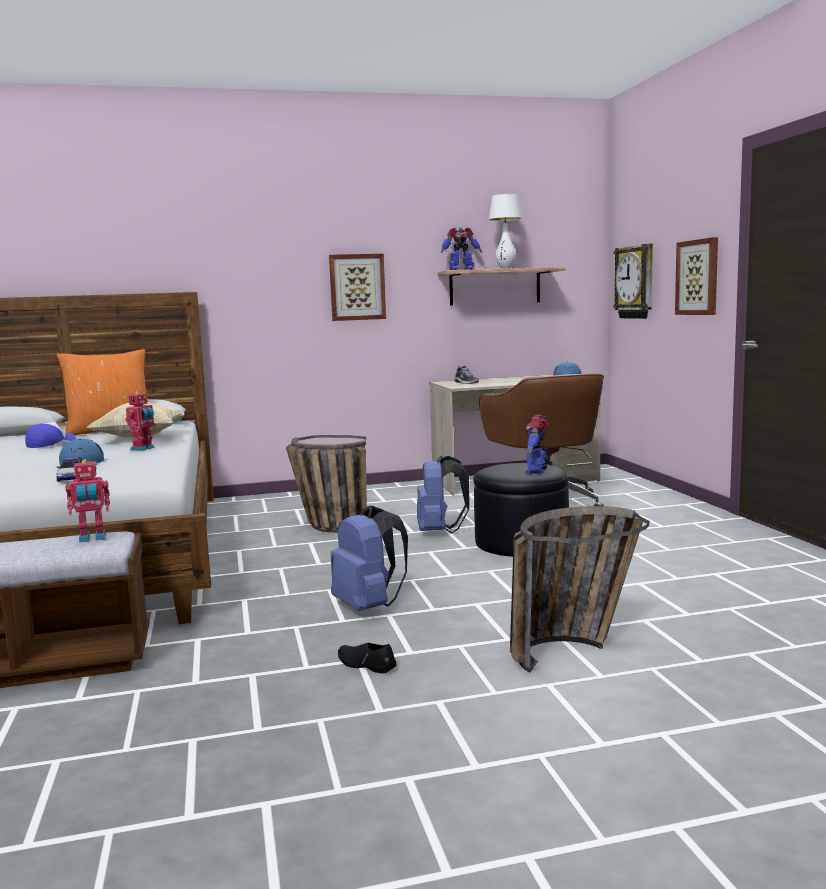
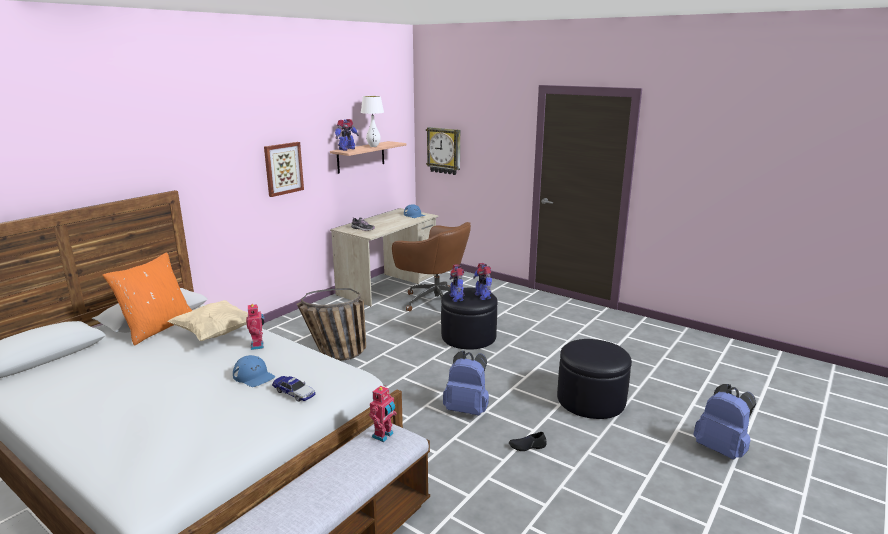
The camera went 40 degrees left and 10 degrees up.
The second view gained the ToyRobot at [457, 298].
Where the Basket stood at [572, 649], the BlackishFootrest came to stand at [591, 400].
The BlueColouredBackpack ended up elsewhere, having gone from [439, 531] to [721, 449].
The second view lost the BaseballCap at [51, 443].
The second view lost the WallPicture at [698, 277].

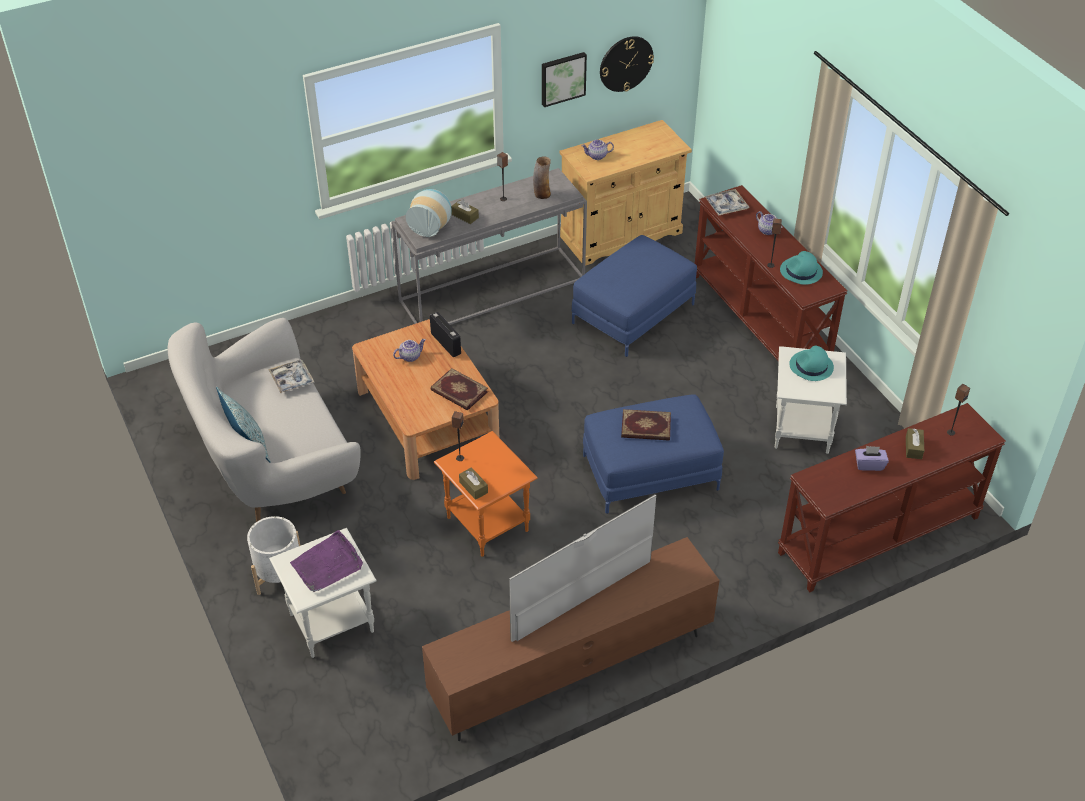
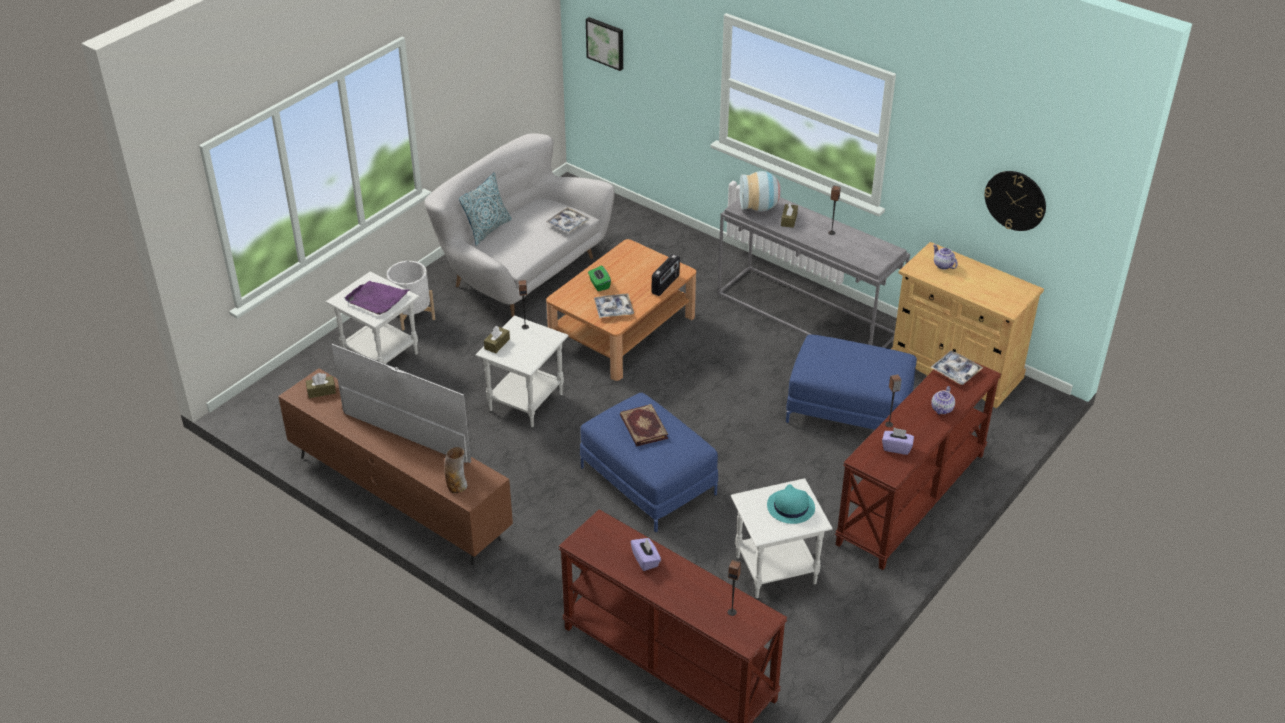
The camera went 65 degrees right and 5 degrees down.
The BrownishBoxOfTissues ended up elsewhere, having gone from [913, 448] to [321, 391].
The Vase ended up elsewhere, having gone from [542, 194] to [457, 486].
What was the OrangeyAccentTable at [487, 523] turned into the WhitishAccentTable at [526, 401].
The WallPicture ended up elsewhere, having gone from [562, 78] to [606, 43].
The second view gained the GreenishBoxOfTissues at [599, 285].
Where the Book stood at [458, 392], the CarryingTray came to stand at [613, 309].
Where the TurquoiseWearableHat stood at [801, 272], the PurpleColouredBoxOfTissues came to stand at [896, 448].
The second view lost the Teapot at [410, 356].

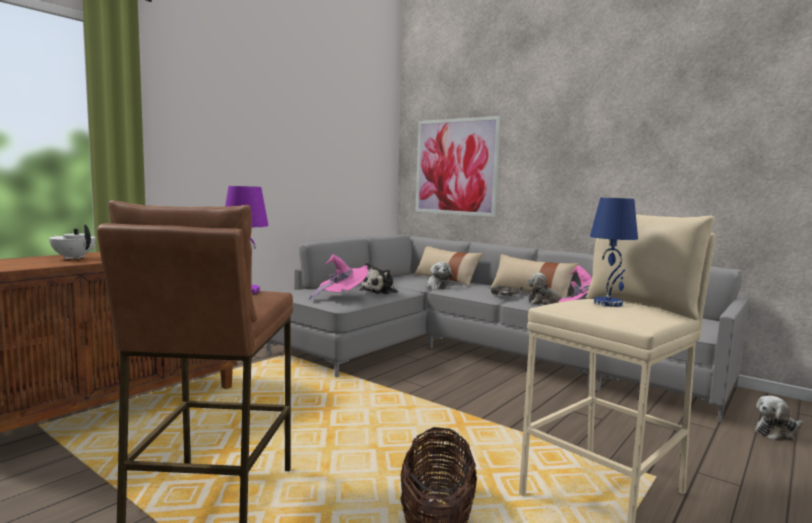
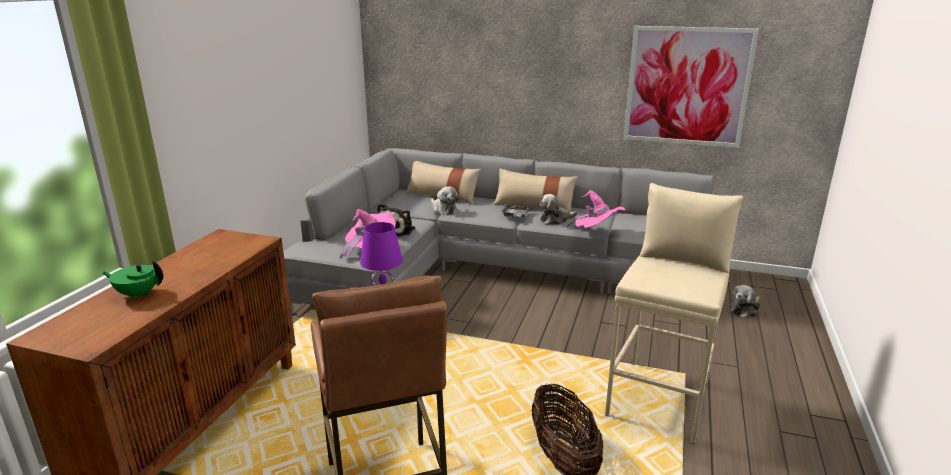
The camera went 20 degrees left and 15 degrees up.
What was the WhitishTeapot at [73, 258] turned into the GreenishTeapot at [138, 294].
The WallPicture ended up elsewhere, having gone from [456, 167] to [687, 86].
The second view lost the BlueColouredTableLamp at [609, 303].

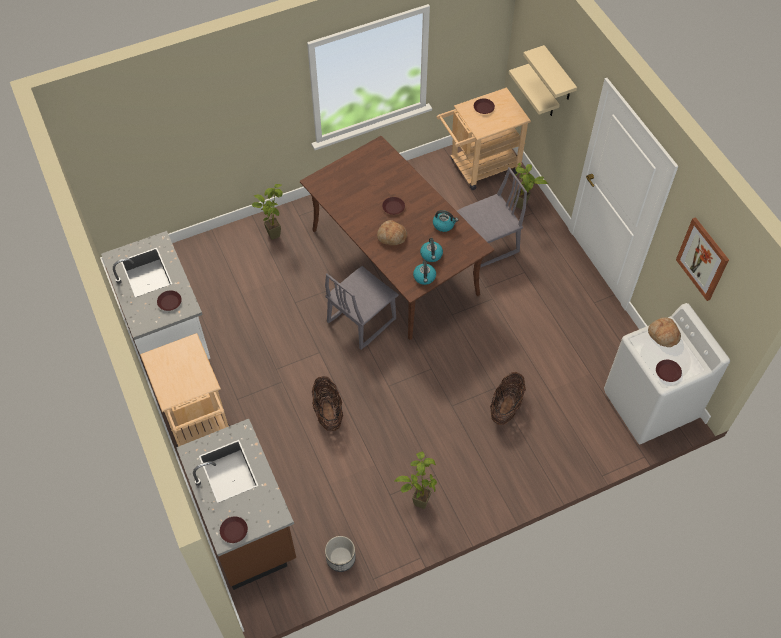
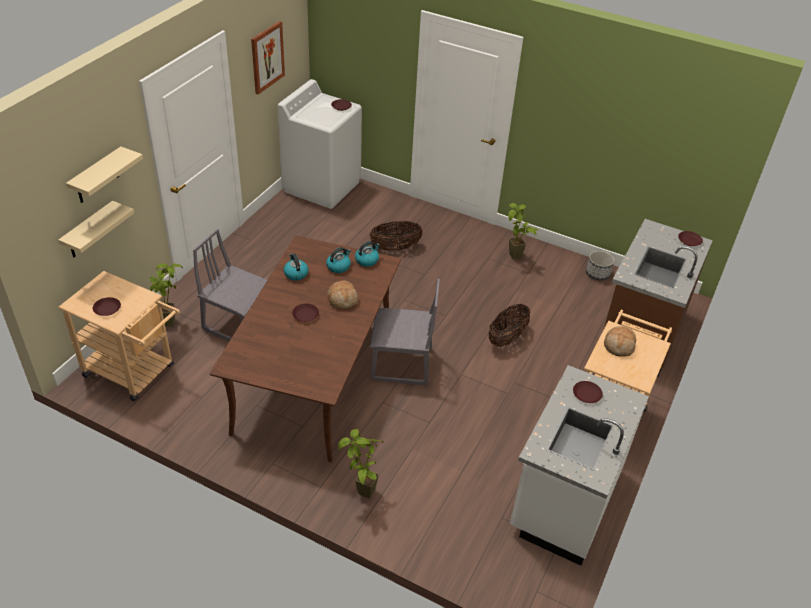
The camera went 130 degrees left and 15 degrees down.
The Bread ended up elsewhere, having gone from [663, 335] to [619, 346].

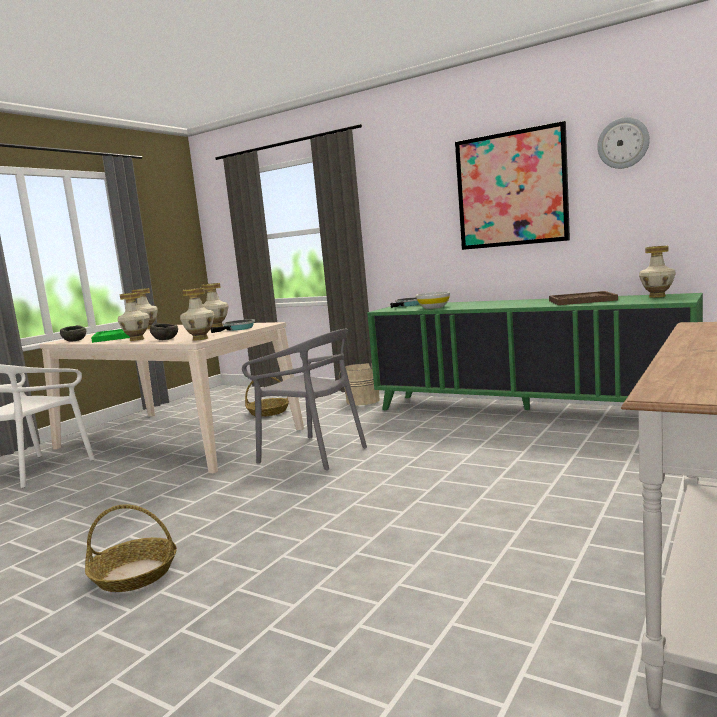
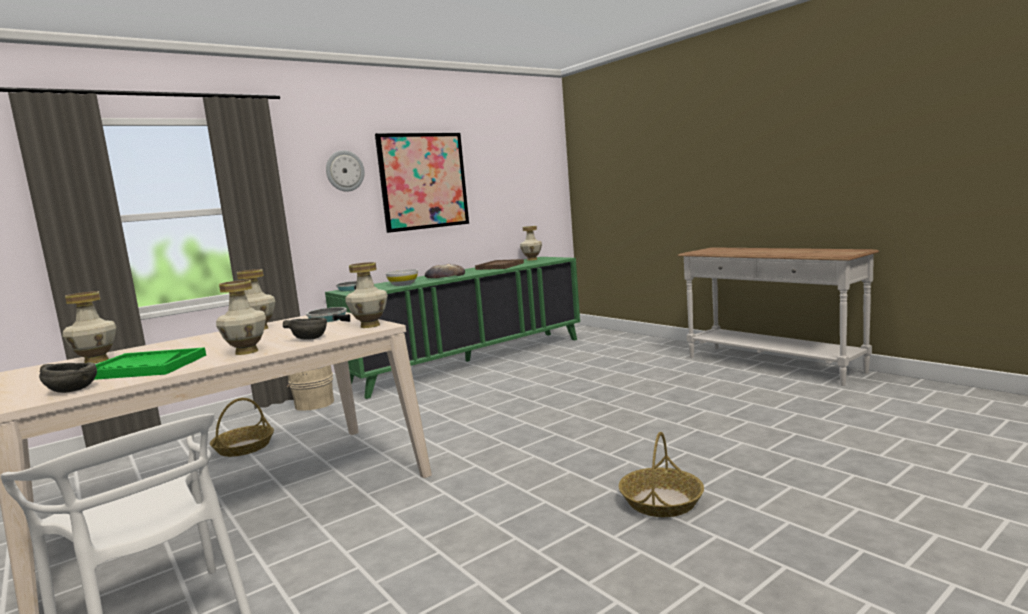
The camera went 70 degrees left and 0 degrees up.
The WallClock ended up elsewhere, having gone from [623, 143] to [344, 171].
The second view gained the Bread at [444, 276].
The second view lost the GreyishChair at [313, 453].

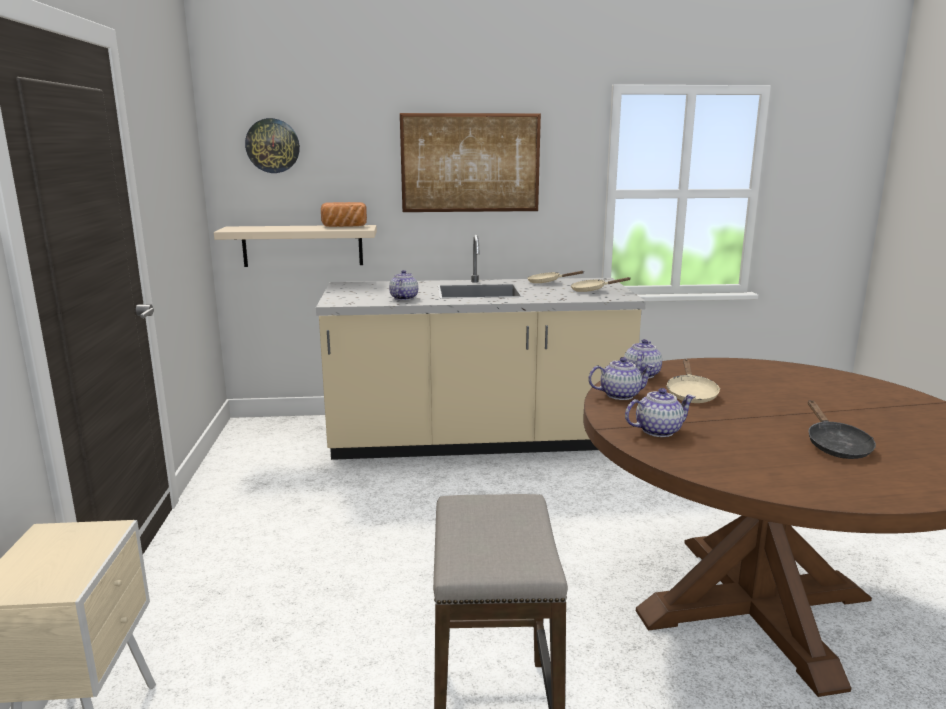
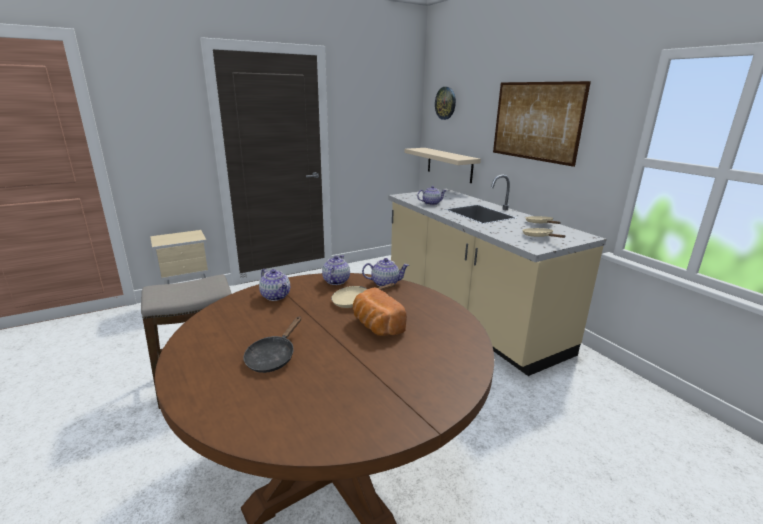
The camera went 65 degrees right and 5 degrees up.
The BlackishSkillet at [835, 446] ended up facing another way, 45 degrees counterclockwise from before.
The Teapot at [620, 395] ended up facing another way, 135 degrees counterclockwise from before.
The Bread ended up elsewhere, having gone from [344, 227] to [375, 326].

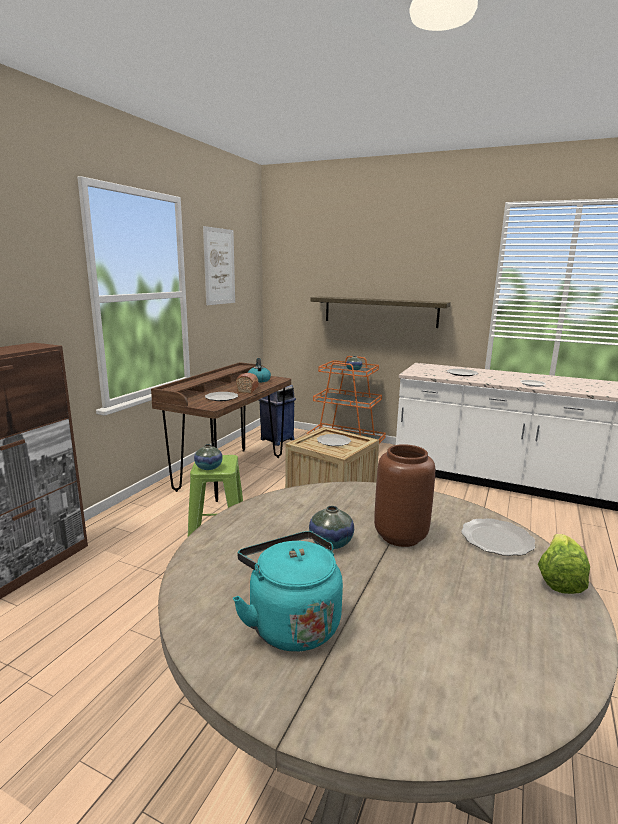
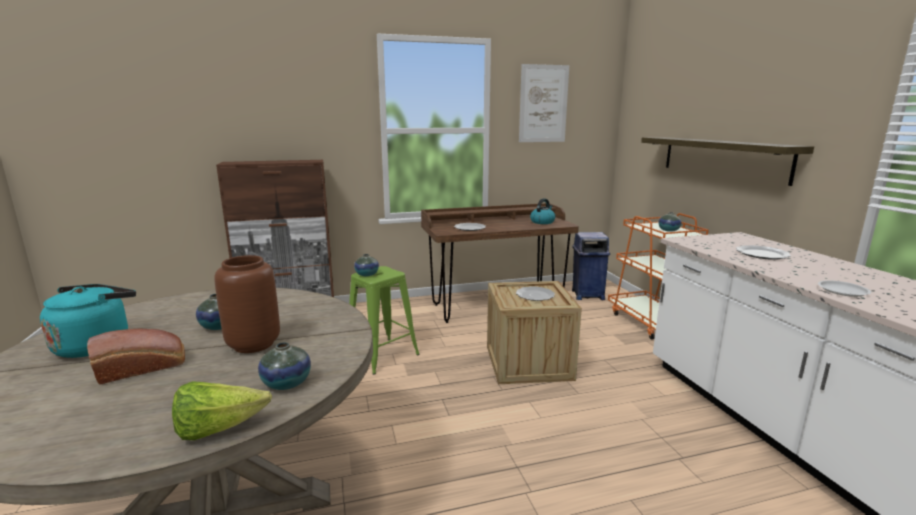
The camera went 50 degrees right and 0 degrees up.
The Bread ended up elsewhere, having gone from [248, 389] to [144, 367].
Where the DinnerPlate stood at [497, 539], the Vase came to stand at [286, 383].

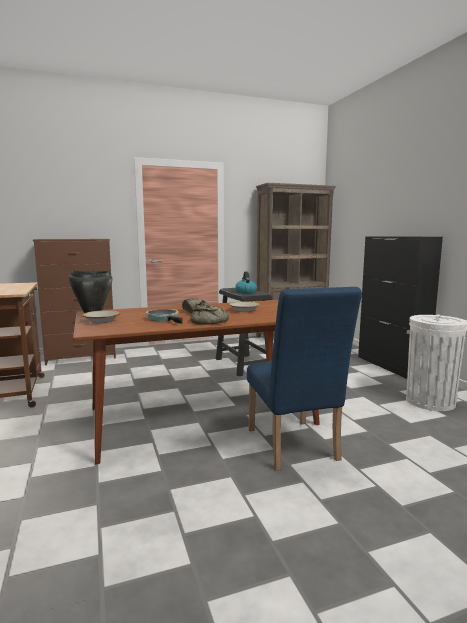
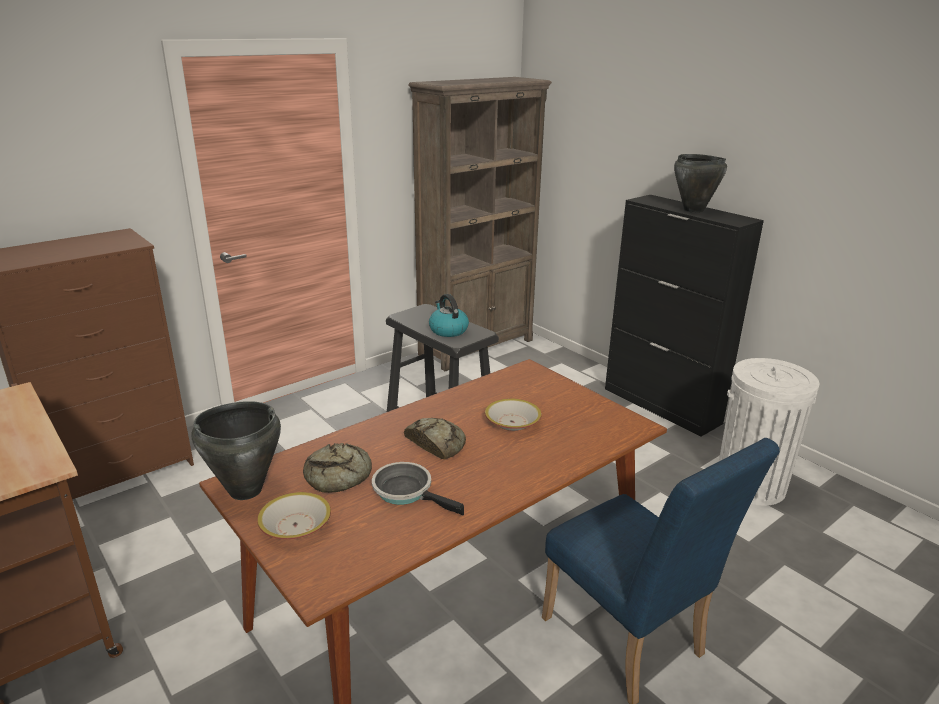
The camera went 20 degrees left and 15 degrees up.
The Bread ended up elsewhere, having gone from [209, 322] to [339, 476].
The second view gained the BlackishSaucepot at [693, 210].

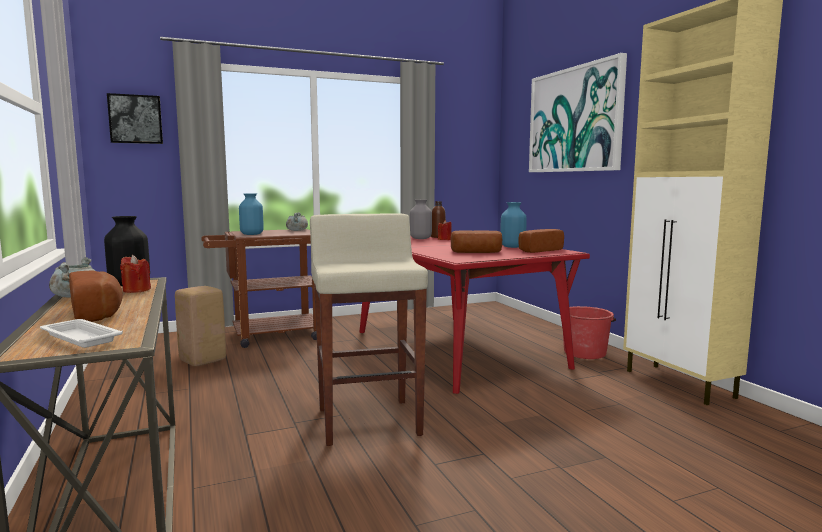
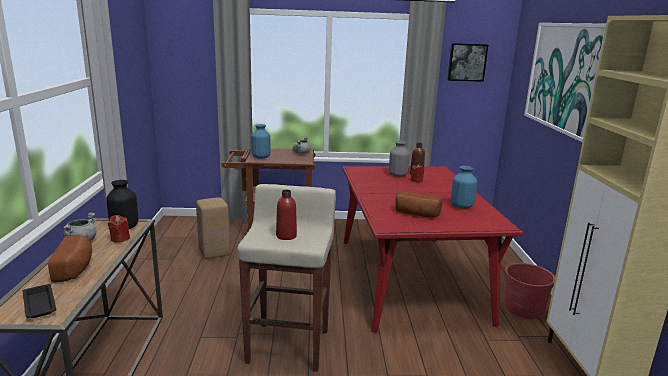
The camera went 20 degrees right and 10 degrees up.
What was the WhitishCarryingTray at [80, 338] turned into the BlackishCarryingTray at [39, 304].
The second view gained the RedColouredBeverageBottle at [286, 236].
The WallPicture ended up elsewhere, having gone from [135, 119] to [466, 62].
The second view lost the Bread at [538, 250].

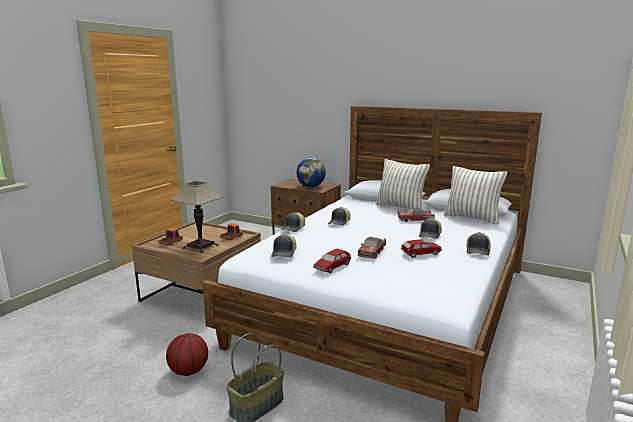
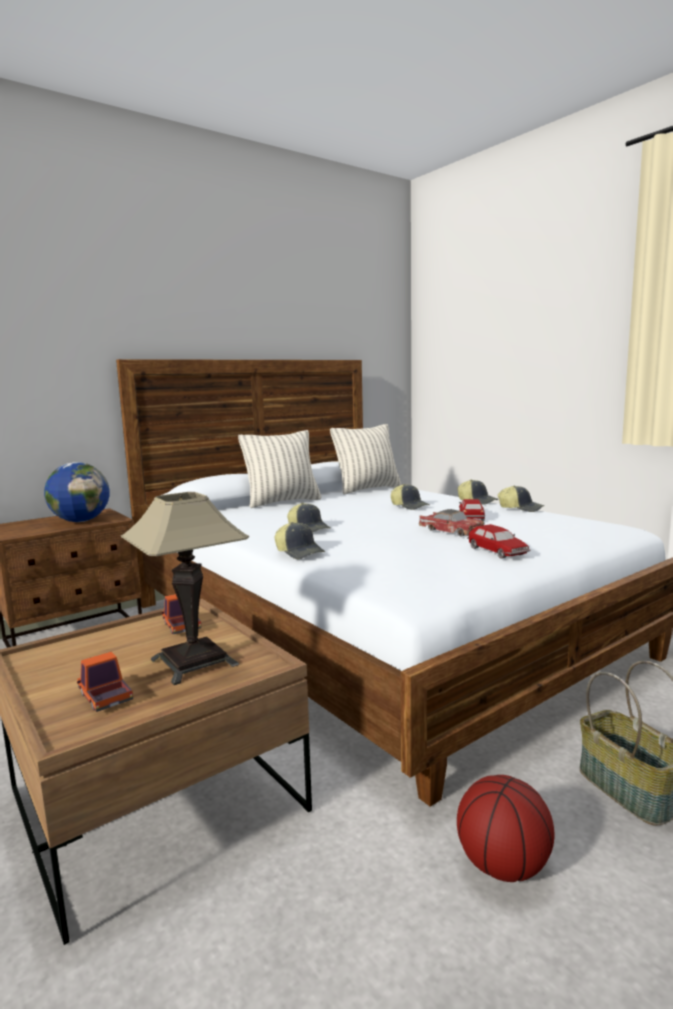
The camera went 65 degrees left and 5 degrees down.
The BaseballCap ended up elsewhere, having gone from [284, 253] to [521, 508].
The second view lost the MiniatureCar at [415, 219].

